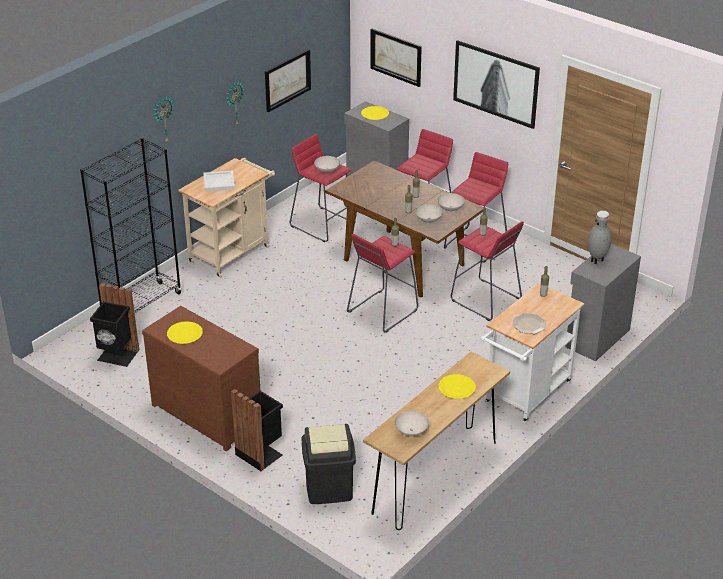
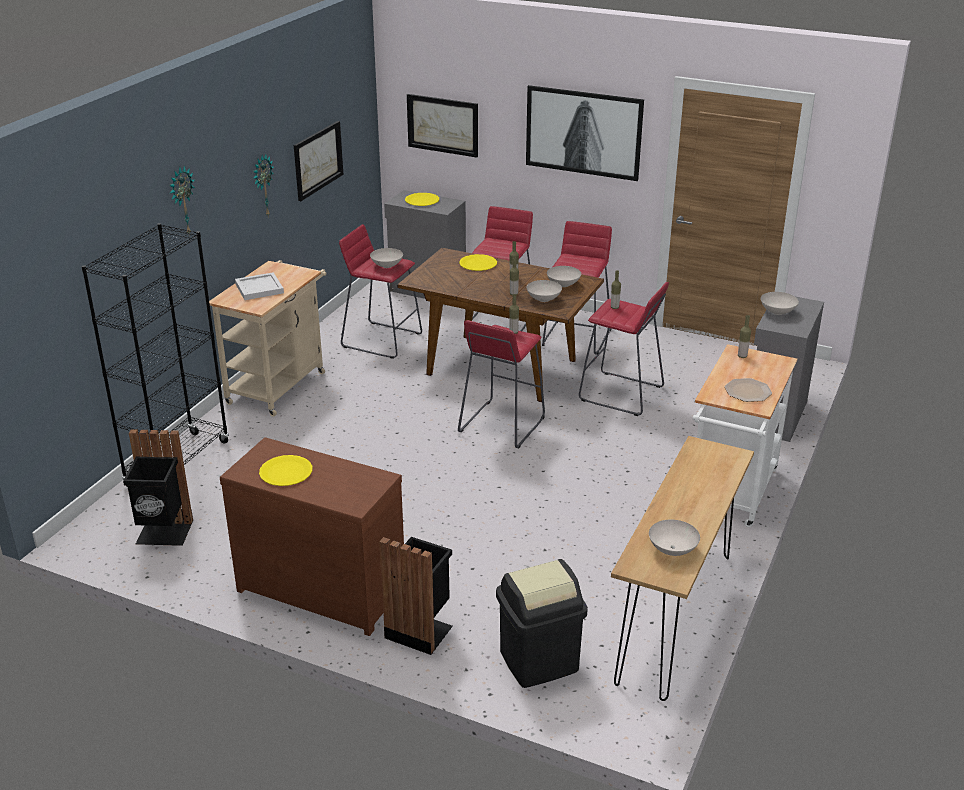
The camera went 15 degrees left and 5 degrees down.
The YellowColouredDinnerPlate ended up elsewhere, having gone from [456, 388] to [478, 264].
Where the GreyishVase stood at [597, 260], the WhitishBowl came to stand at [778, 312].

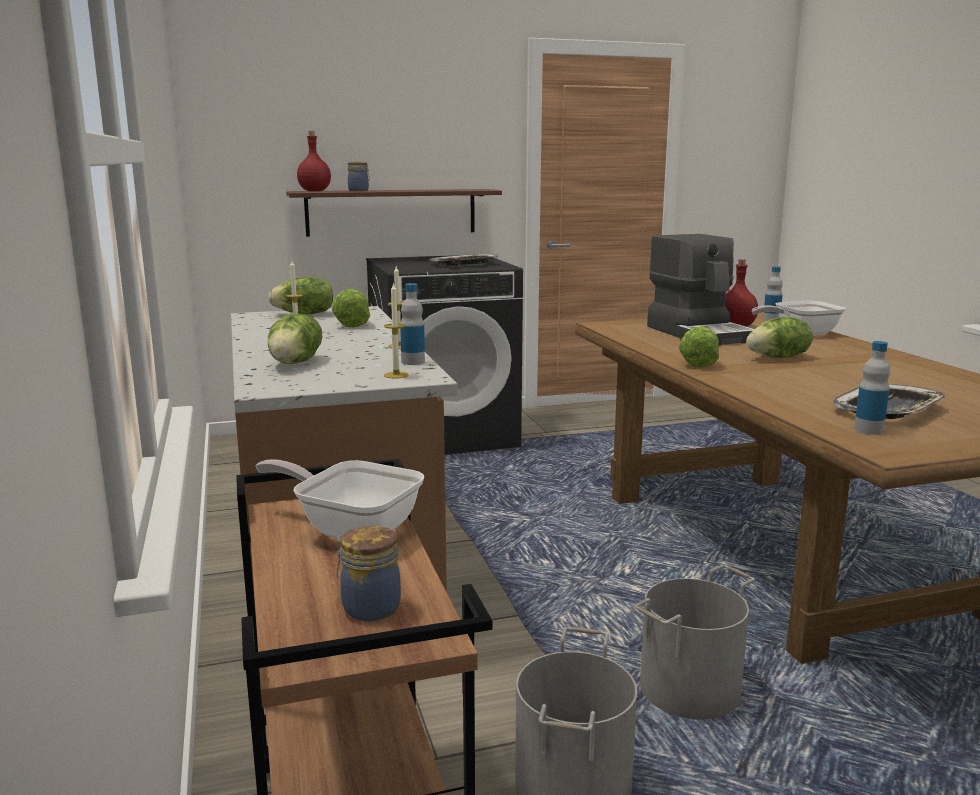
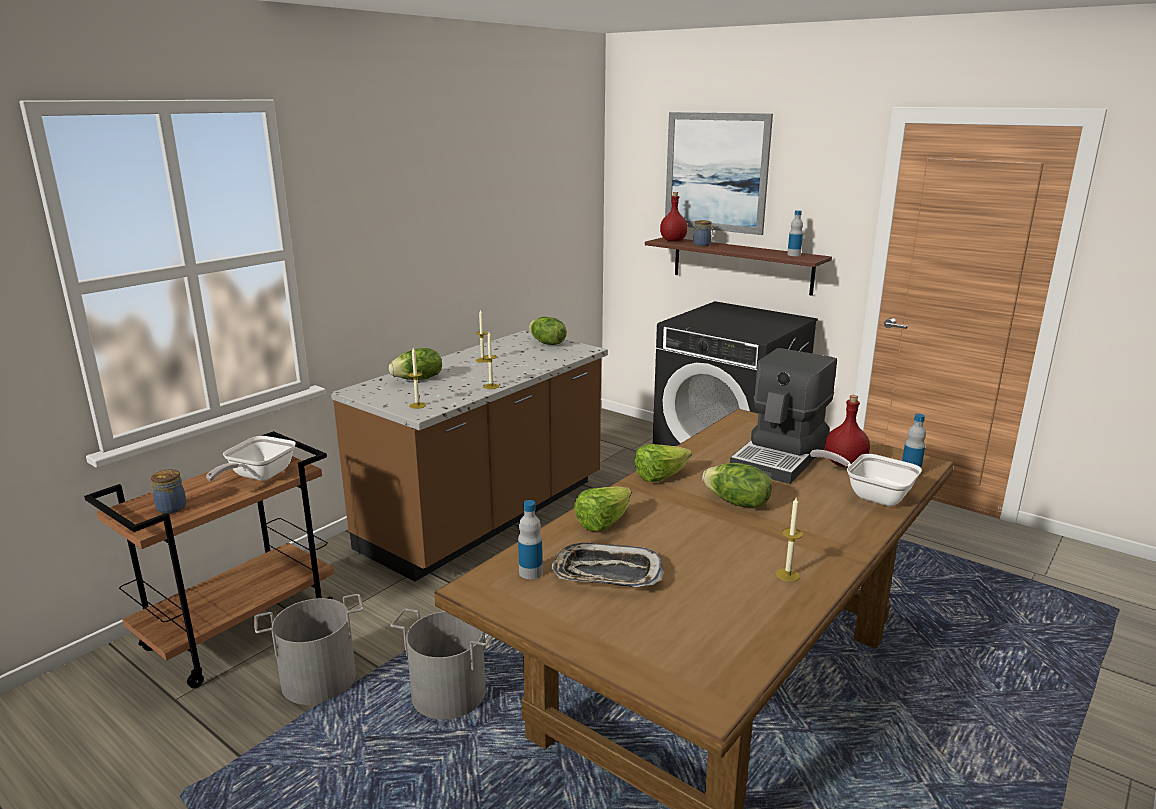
The camera went 55 degrees right and 5 degrees up.
The Skillet at [351, 528] ended up facing another way, 150 degrees counterclockwise from before.
The HeadOfLettuce ended up elsewhere, having gone from [351, 324] to [603, 523].
The second view gained the WallPicture at [716, 172].
The second view gained the Candle at [787, 575].
The BeverageBottle ended up elsewhere, having gone from [413, 362] to [794, 255].
The second view lost the CarryingTray at [464, 264].

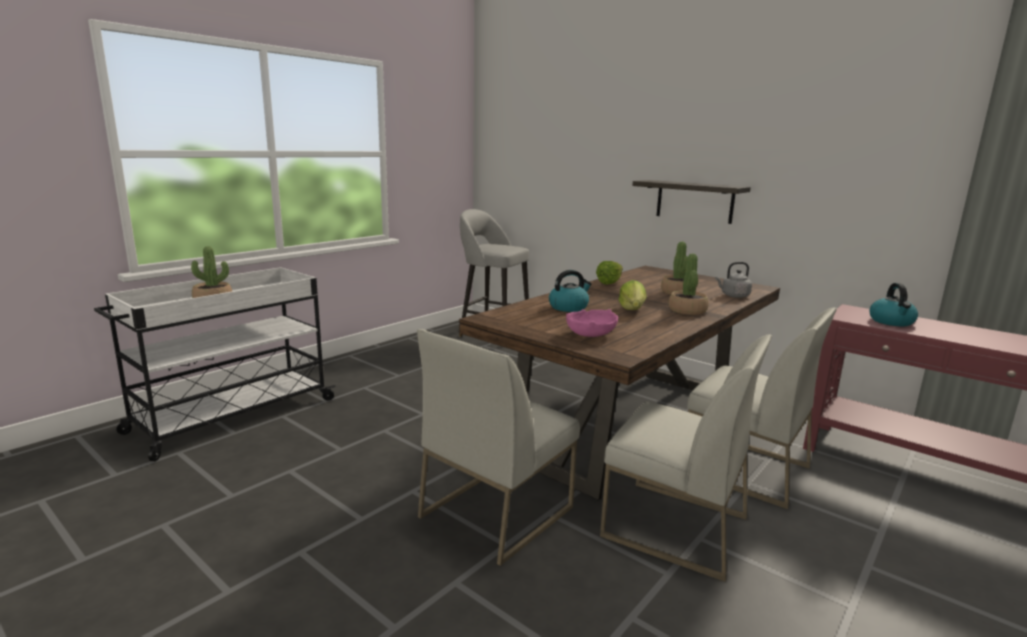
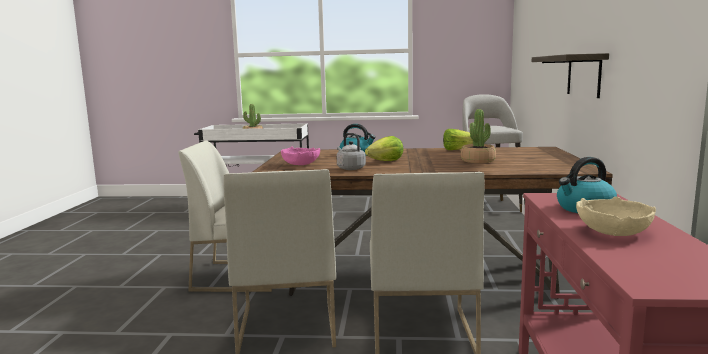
The camera went 55 degrees right and 5 degrees down.
The GreyishTeaKettle ended up elsewhere, having gone from [733, 296] to [350, 168].
The second view gained the SandColouredBowl at [613, 232].
The second view lost the PlantInAPot at [687, 310].

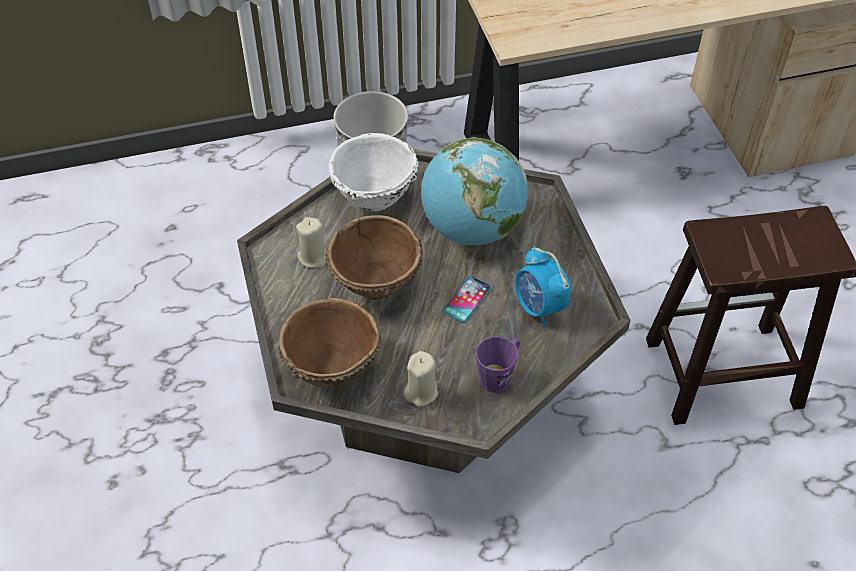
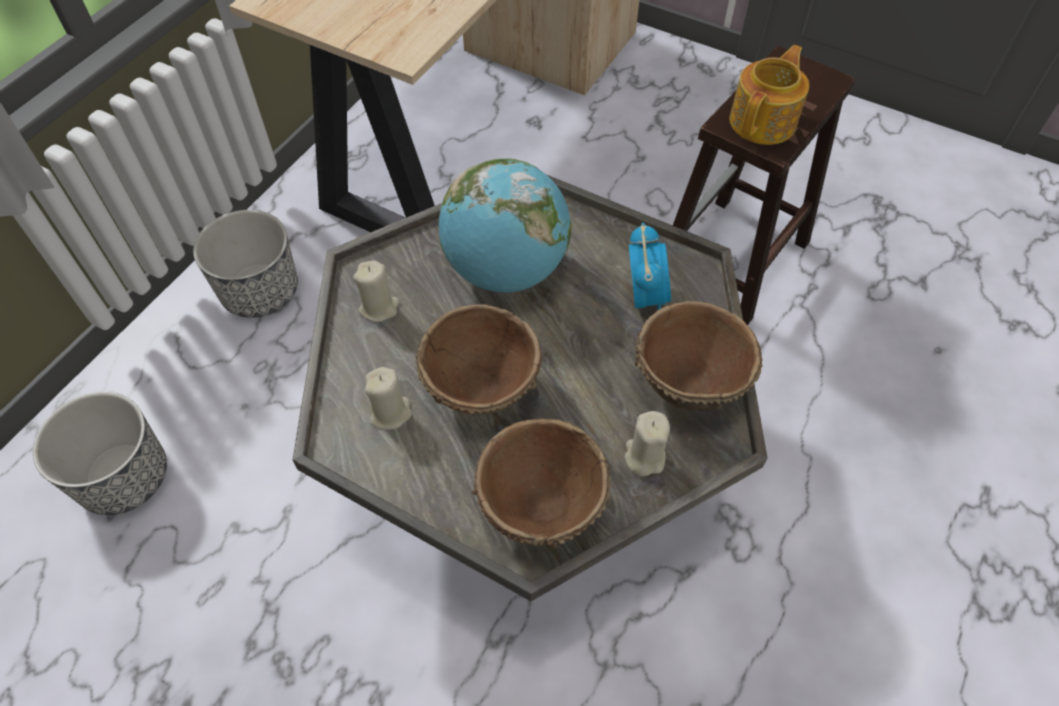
The camera went 45 degrees left and 5 degrees up.
The second view gained the PlantPot at [124, 477].
Where the WhitishBowl stood at [374, 196], the SandColouredCandle came to stand at [379, 307].
The BedsideClock at [539, 307] ended up facing another way, 105 degrees counterclockwise from before.
Where the PurpleColouredCoffeeMug stood at [499, 376], the BrownishBowl came to stand at [688, 384].
The second view gained the Teapot at [764, 121].
The second view lost the Phone at [467, 299].

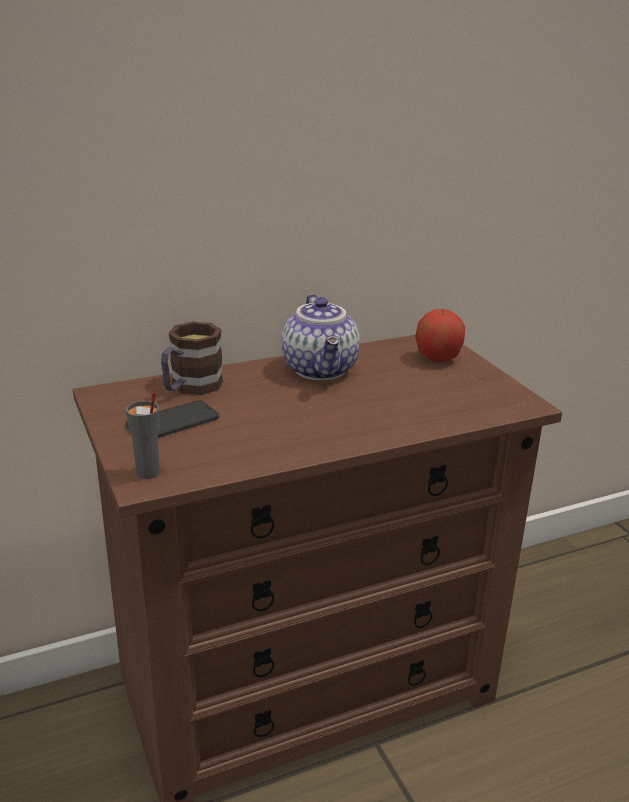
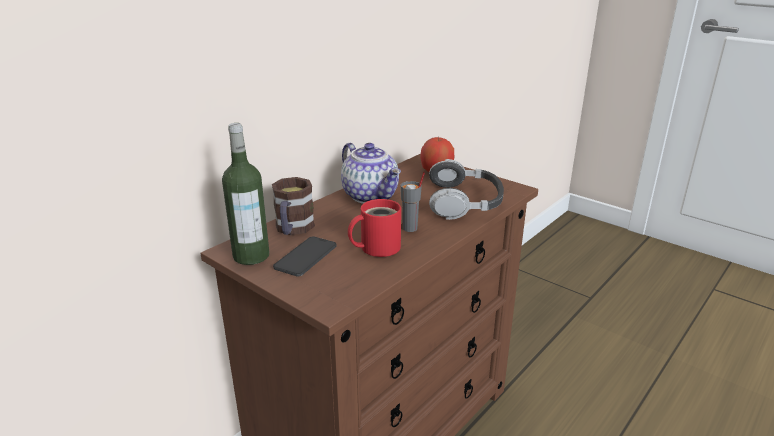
The camera went 25 degrees left and 0 degrees up.
The second view gained the BeverageBottle at [251, 256].
The second view gained the RedColouredCoffeeMug at [376, 247].
The GreyishDrinkingCup ended up elsewhere, having gone from [148, 473] to [410, 228].
The second view gained the PairOfHeadphones at [464, 201].

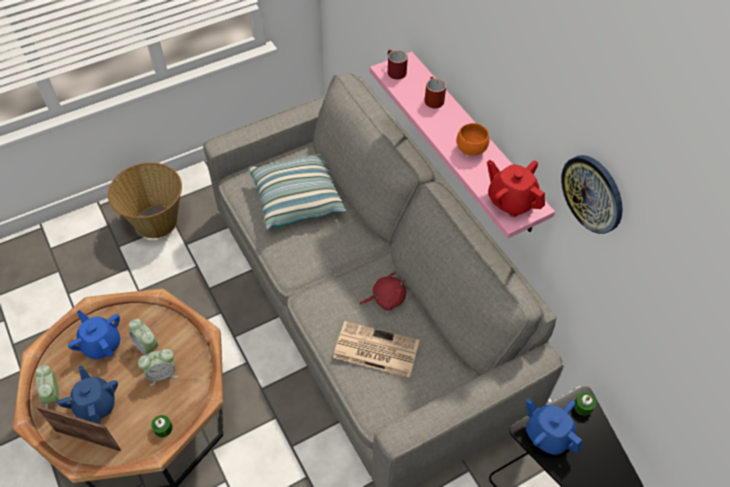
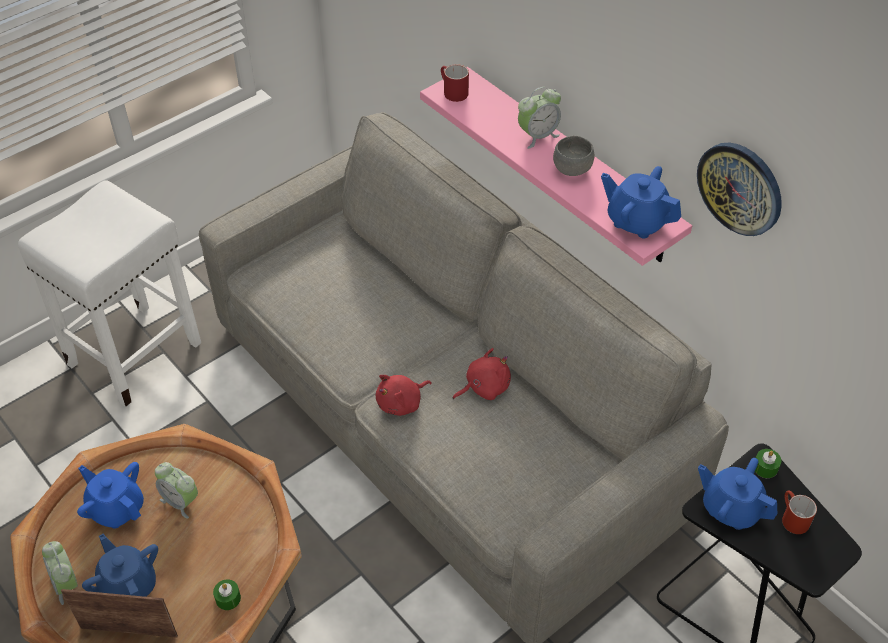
The camera went 10 degrees left and 5 degrees down.
Where the Basket stood at [155, 221], the WhitishStoolSeat came to stand at [136, 352].
The second view gained the RedColouredPlushToy at [401, 403].
The BedsideClock ended up elsewhere, having gone from [162, 374] to [537, 136].
What was the OrangeyBowl at [471, 149] turned into the GreyishBowl at [572, 169].
What was the RedColouredTeapot at [511, 201] turned into the BlueColouredTeapot at [636, 221].
The RedColouredCoffeeMug ended up elsewhere, having gone from [432, 98] to [791, 518].
The second view lost the ThrowPillow at [298, 199].
The second view lost the PrintedPaper at [375, 349].

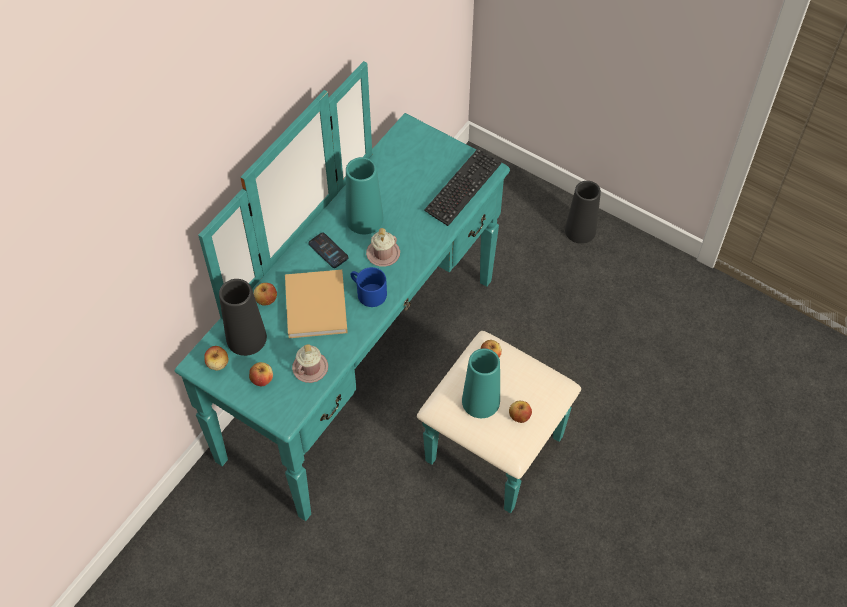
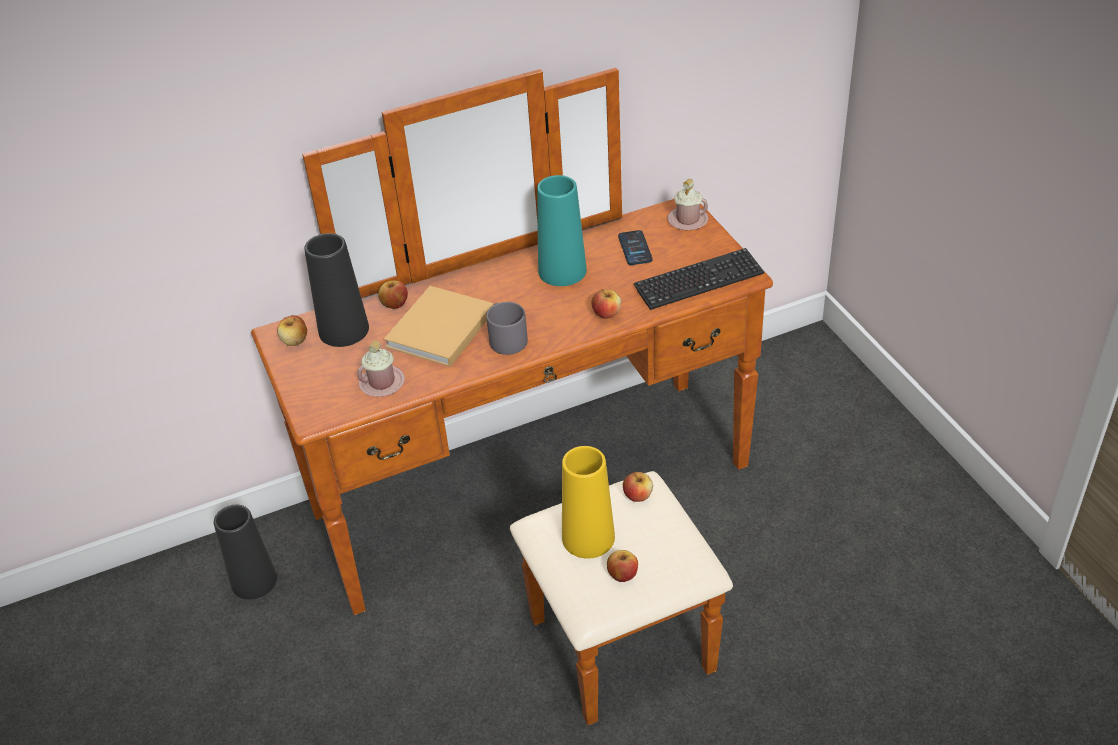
The camera went 35 degrees right and 15 degrees down.
The BlackishVase ended up elsewhere, having gone from [580, 230] to [254, 581].
What was the TurquoiseDresser at [390, 384] turned into the BrownishDresser at [552, 521].
What was the BlueColouredCoffeeMug at [367, 292] turned into the GreyishCoffeeMug at [505, 338].
What was the TurquoiseVase at [480, 401] turned into the YellowColouredVase at [588, 537].
The WholeApple ended up elsewhere, having gone from [262, 379] to [606, 314].
The Phone ended up elsewhere, having gone from [328, 251] to [635, 248].
The PinkCoffeeMug ended up elsewhere, having gone from [383, 254] to [687, 220].

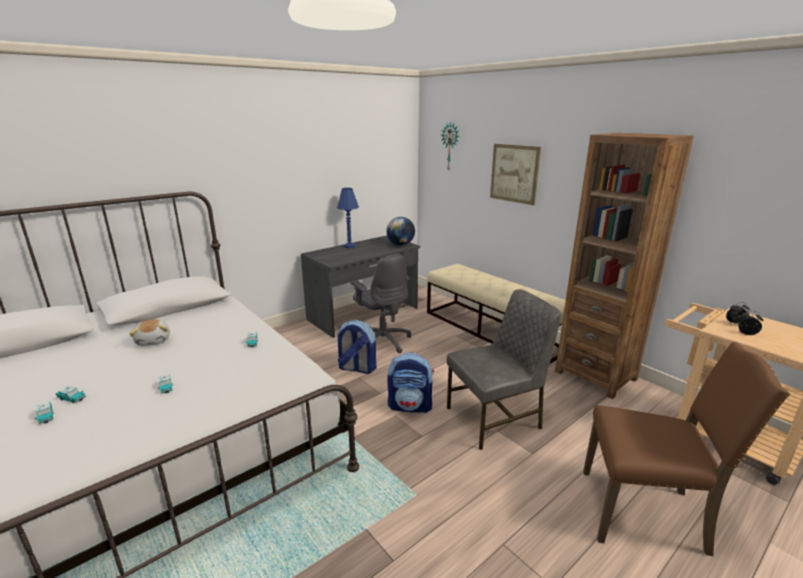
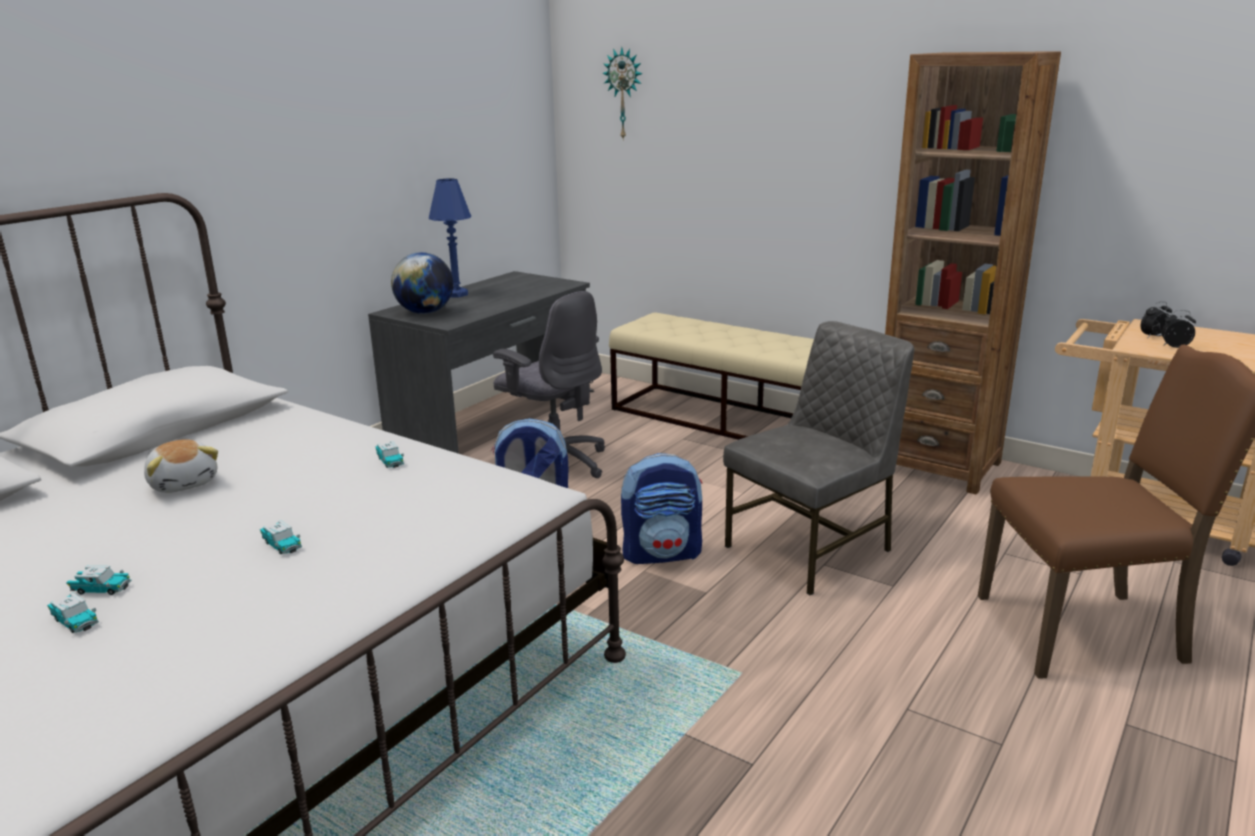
The camera went 15 degrees left and 0 degrees up.
The WorldGlobe ended up elsewhere, having gone from [400, 245] to [425, 312].
The second view lost the WallPicture at [514, 173].

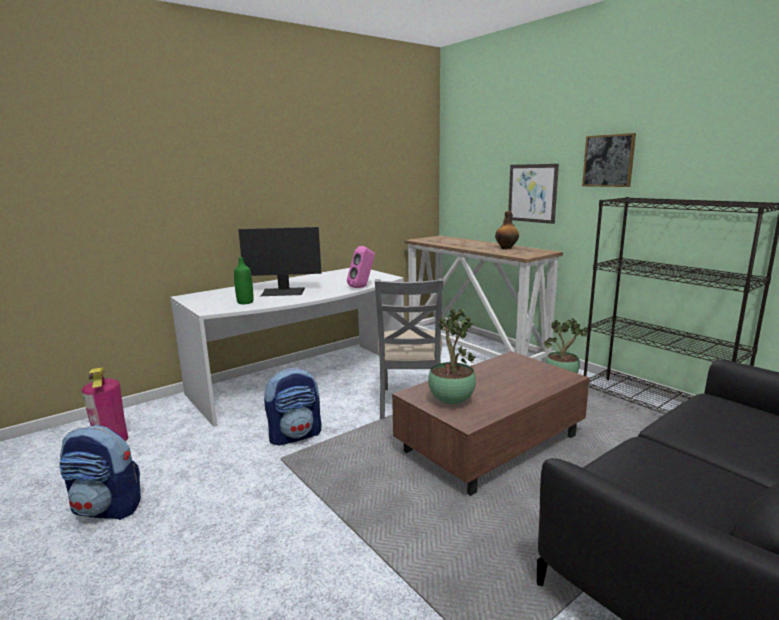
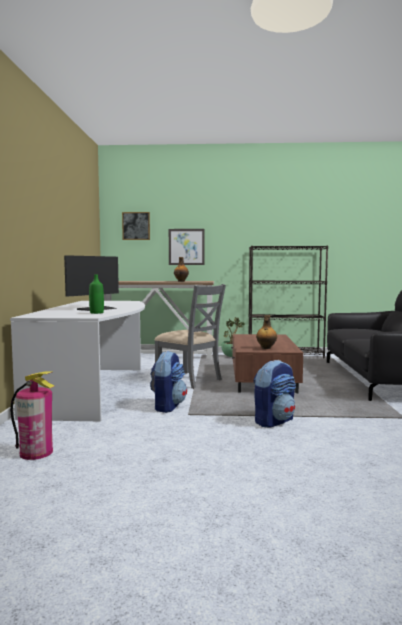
The camera went 50 degrees left and 10 degrees down.
The WallPicture ended up elsewhere, having gone from [608, 160] to [136, 226].
The Backpack ended up elsewhere, having gone from [108, 508] to [274, 421].
Where the PlantInAPot stood at [450, 401], the BeverageBottle came to stand at [266, 348].
The second view lost the PinkAudioSpeaker at [362, 287].

